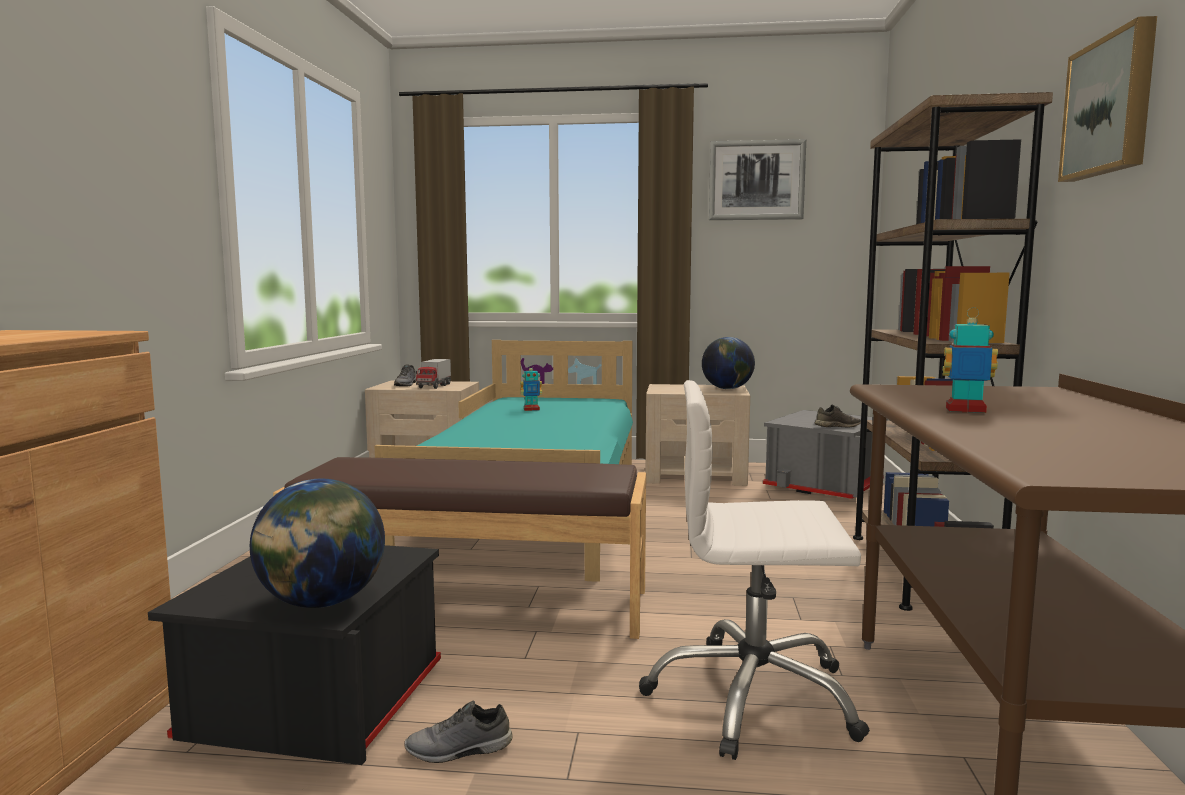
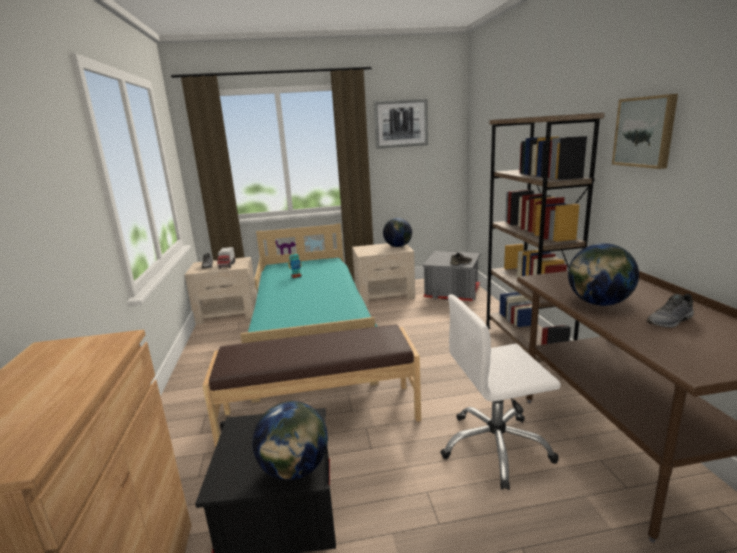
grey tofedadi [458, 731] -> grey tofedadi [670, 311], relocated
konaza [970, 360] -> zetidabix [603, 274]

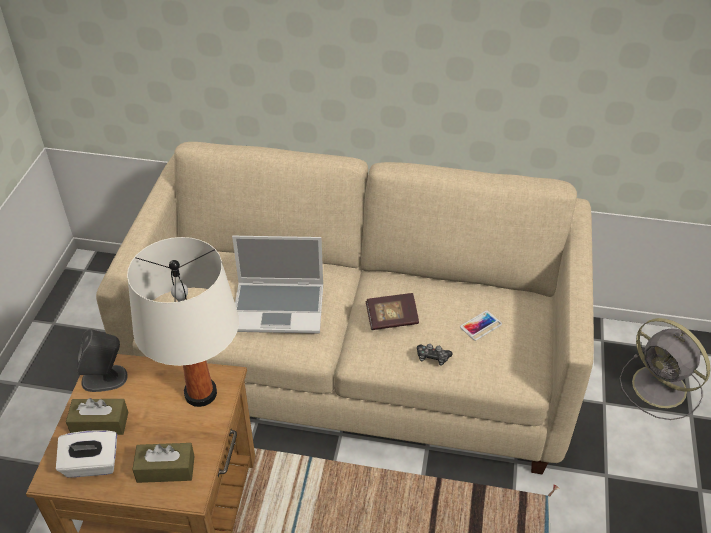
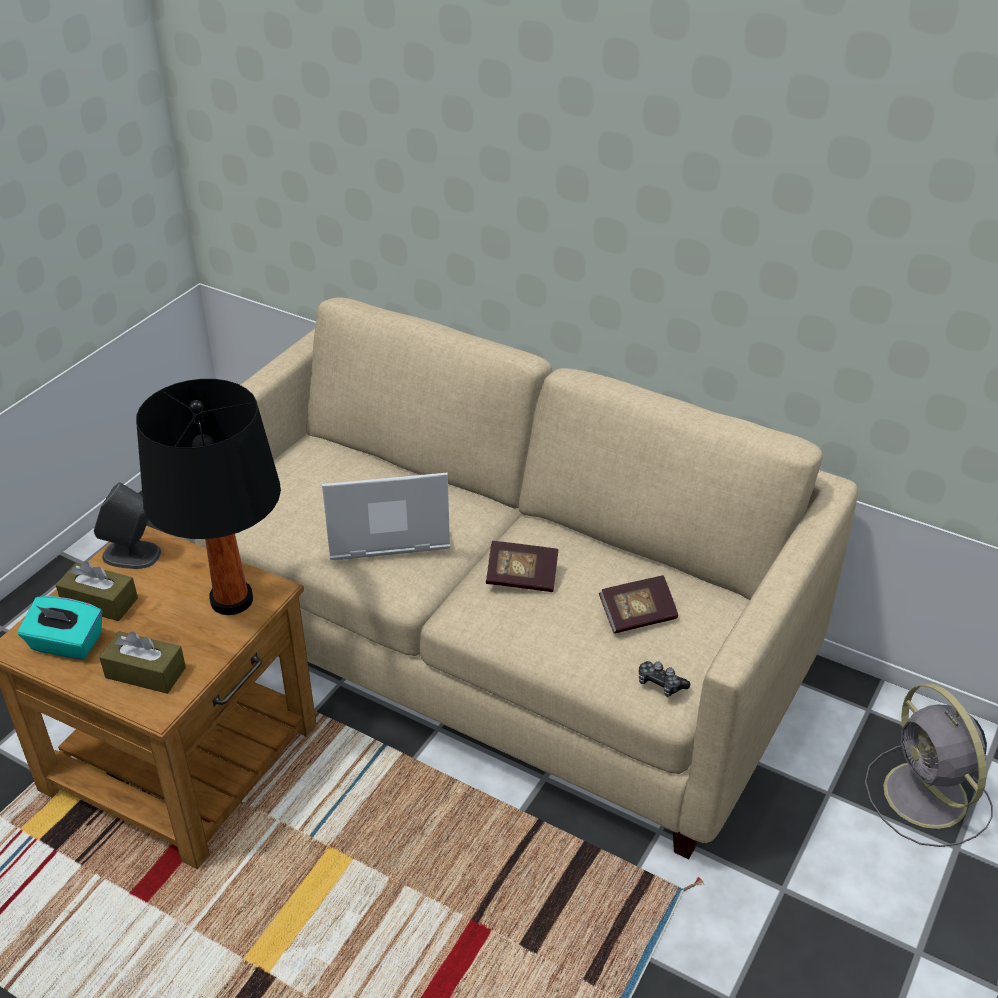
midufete [435, 355] -> midufete [664, 679], relocated
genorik [481, 326] -> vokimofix [638, 604]
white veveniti [86, 453] -> turquoise veveniti [60, 628]
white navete [183, 322] -> black navete [208, 497]
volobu [277, 284] -> volobu [386, 516], 150 degrees clockwise

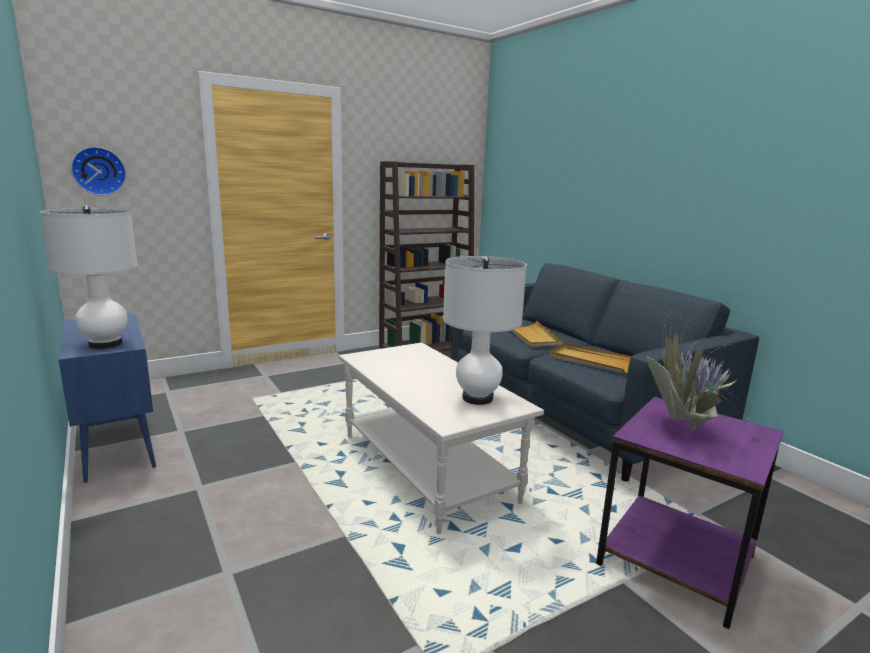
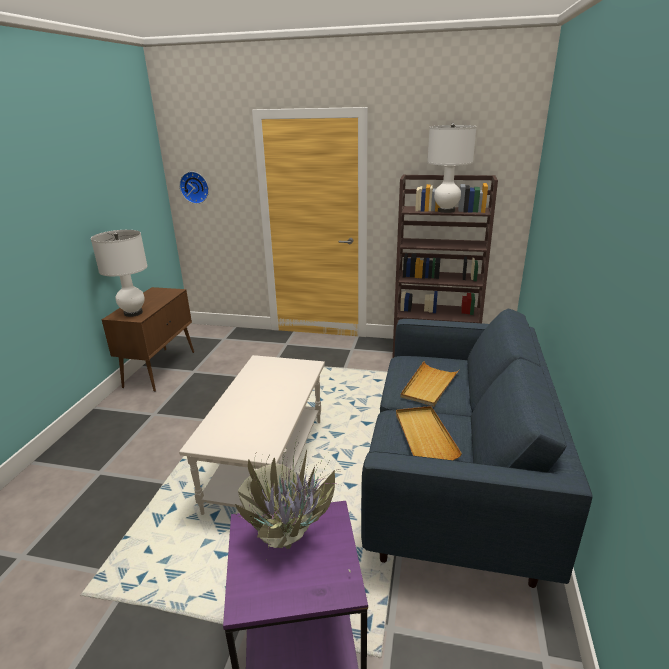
white navete [485, 330] -> white navete [452, 168], relocated
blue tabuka [107, 398] -> brown tabuka [148, 339]

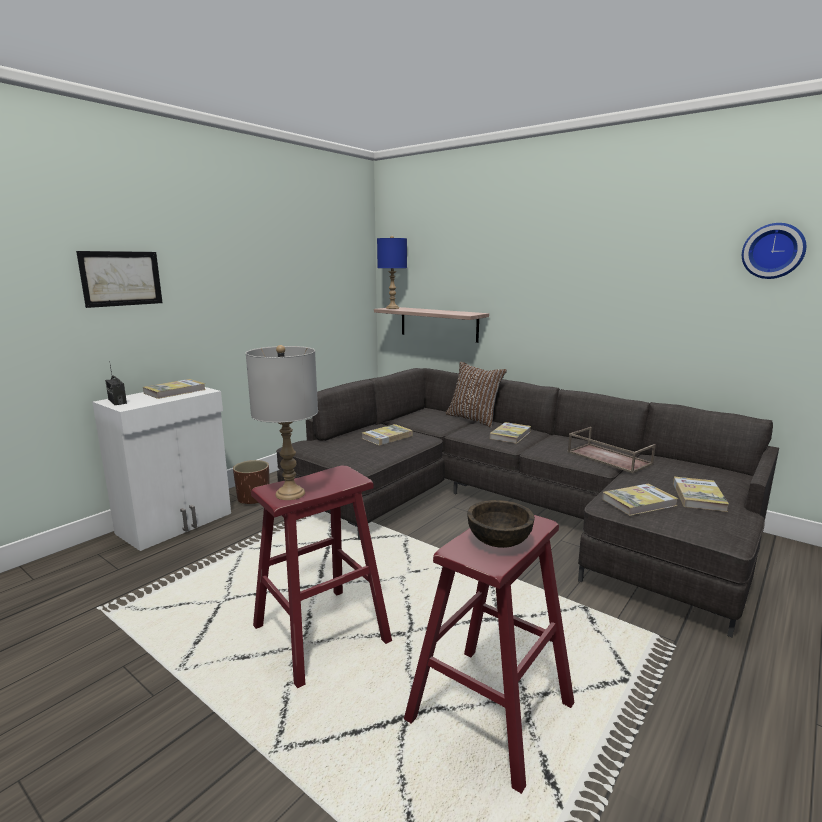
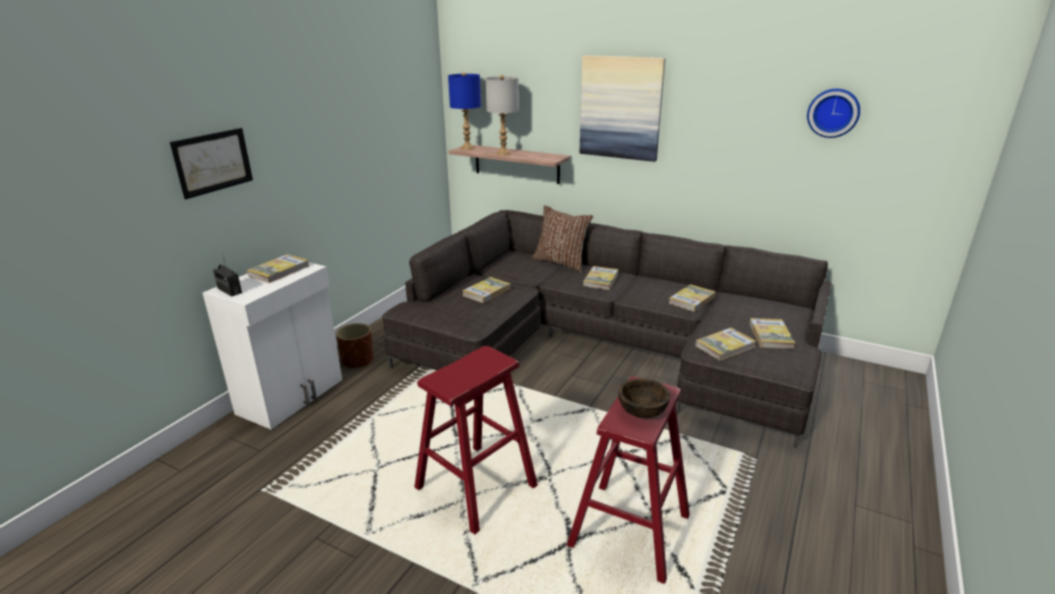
none -> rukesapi [622, 108]
grey navete [282, 422] -> grey navete [502, 115], relocated
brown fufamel [611, 450] -> vokimofix [692, 298]

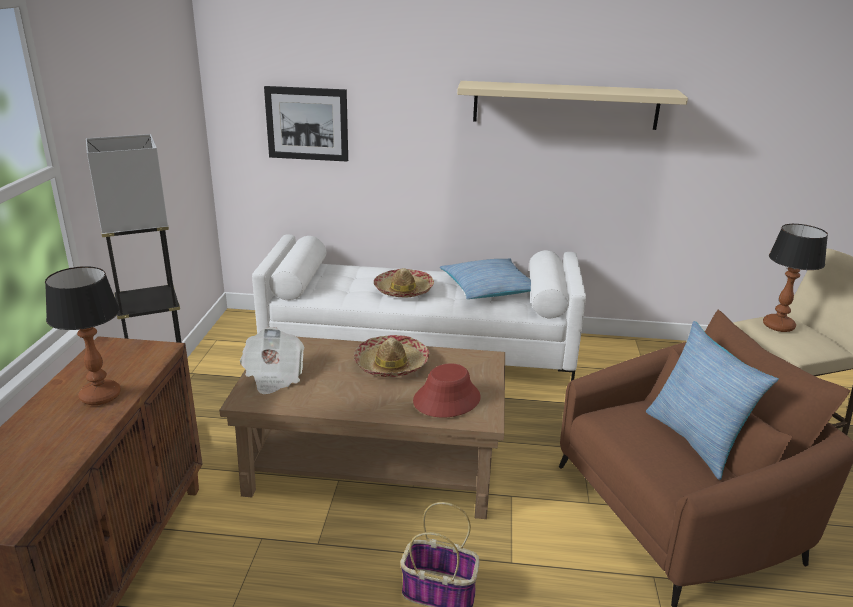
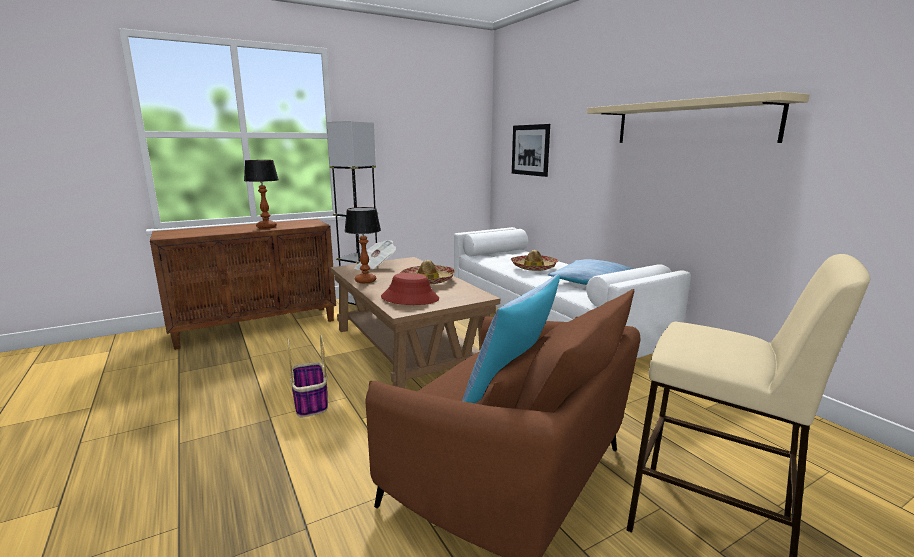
navete [795, 278] -> navete [363, 245], relocated

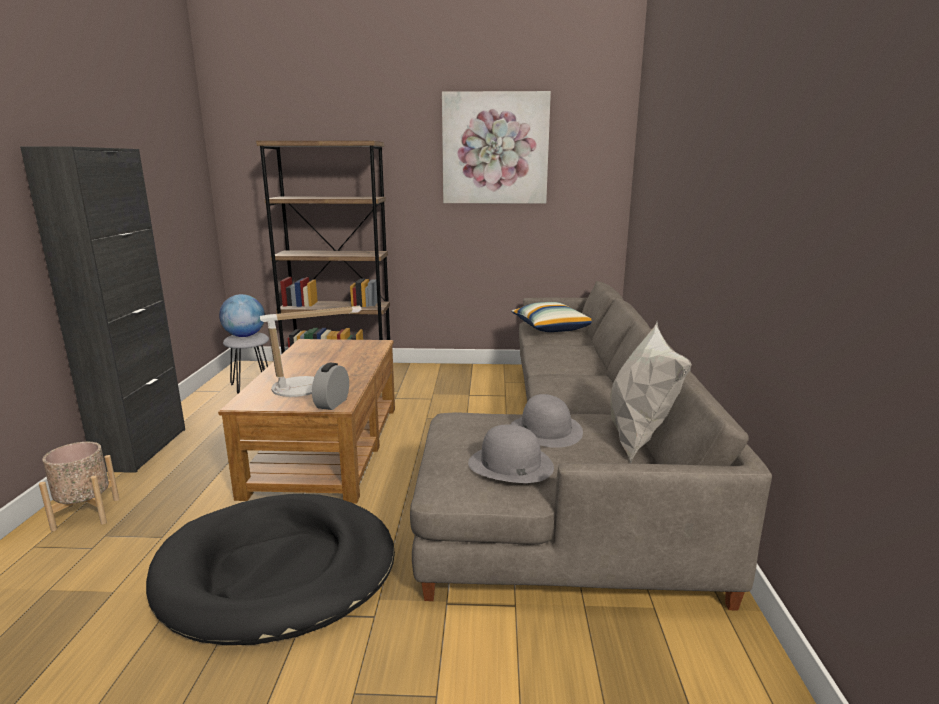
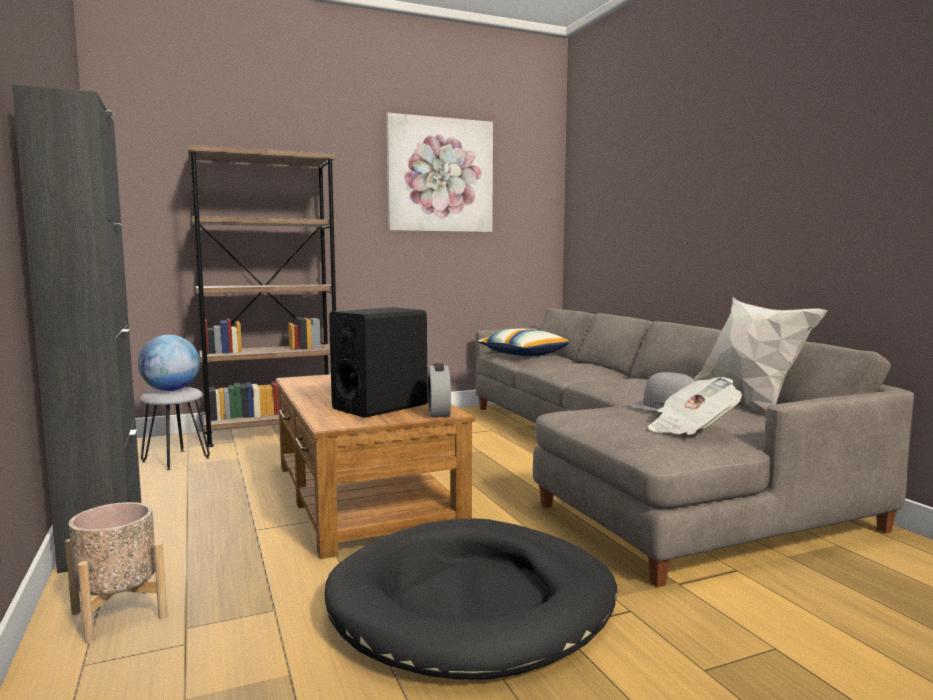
navete [310, 351] -> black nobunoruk [378, 362]
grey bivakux [511, 454] -> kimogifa [695, 406]

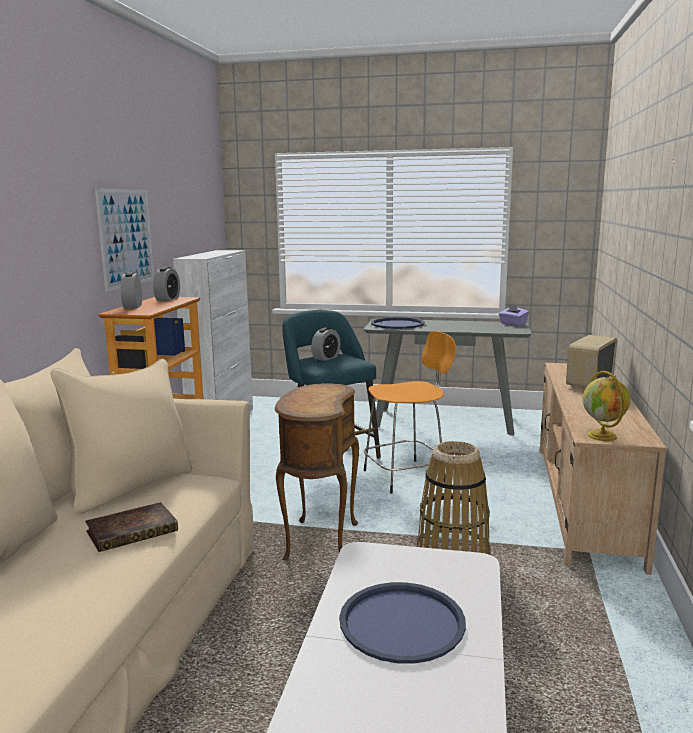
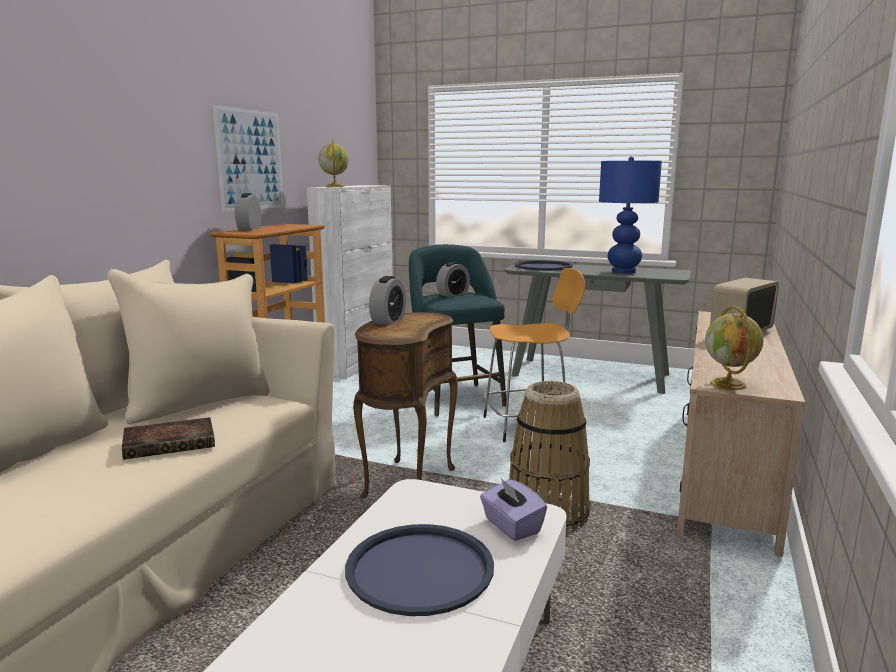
none -> zetidabix [333, 163]
none -> blue navete [630, 215]
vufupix [166, 284] -> vufupix [387, 300], relocated
purple veveniti [514, 315] -> purple veveniti [513, 509], relocated

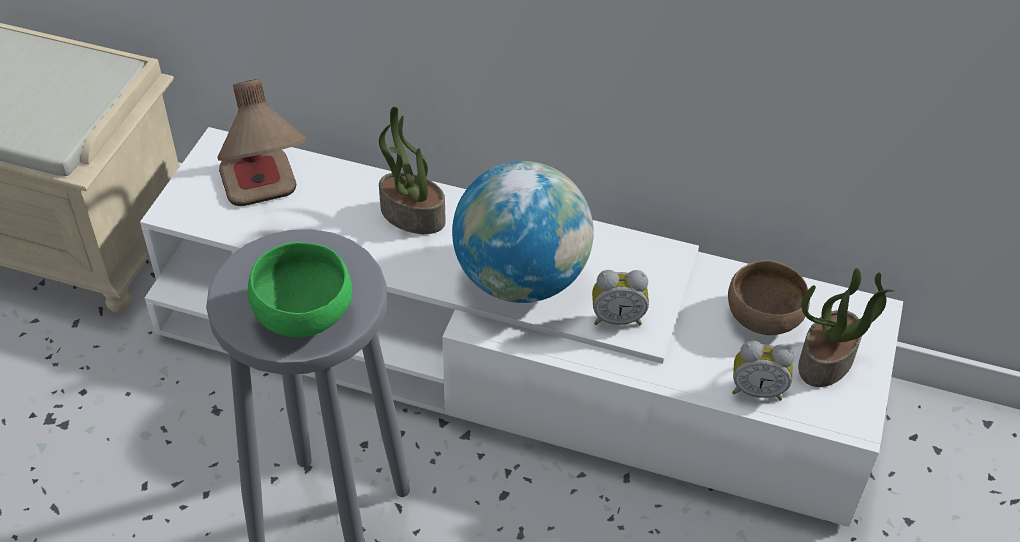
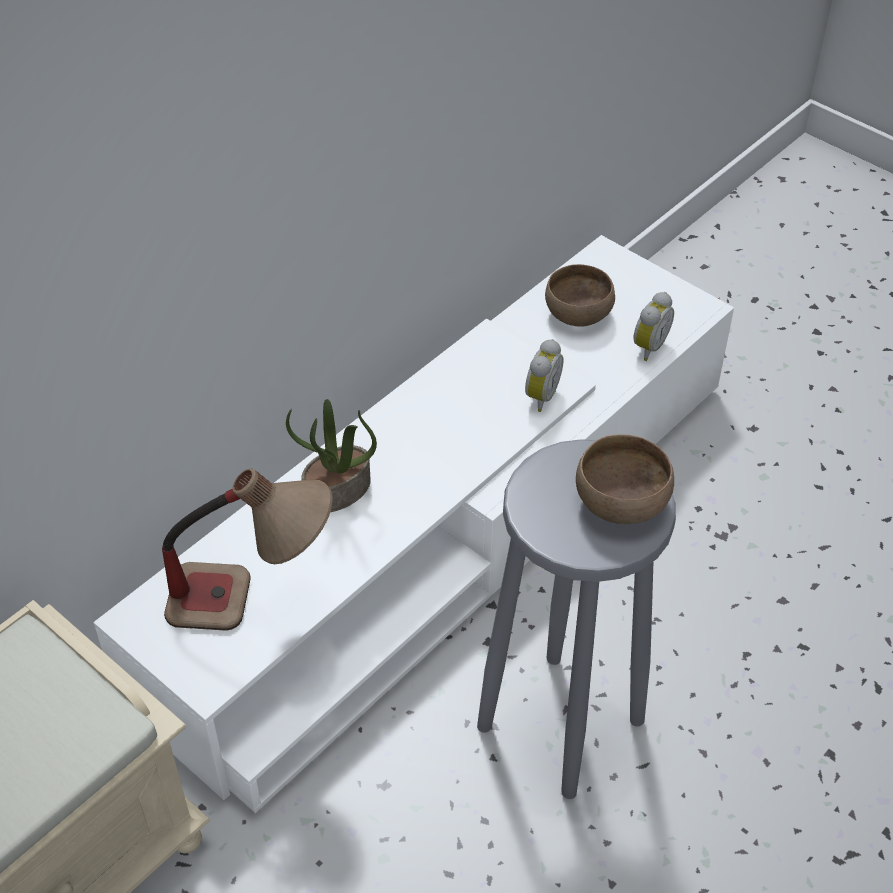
zetidabix [523, 232] -> none
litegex [846, 327] -> none
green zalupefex [300, 290] -> brown zalupefex [625, 479]

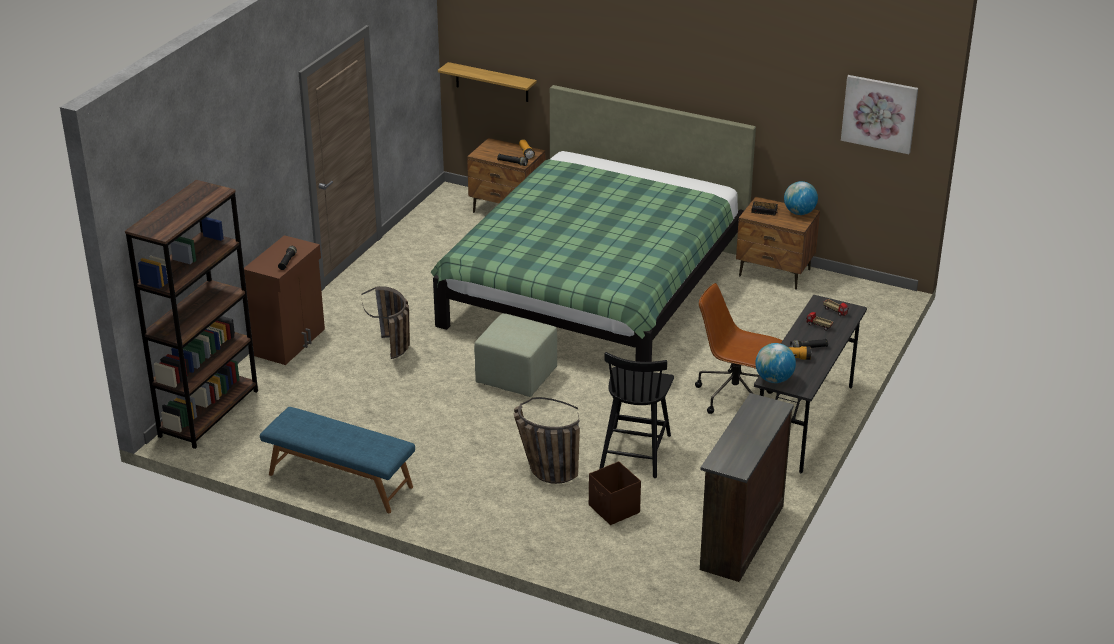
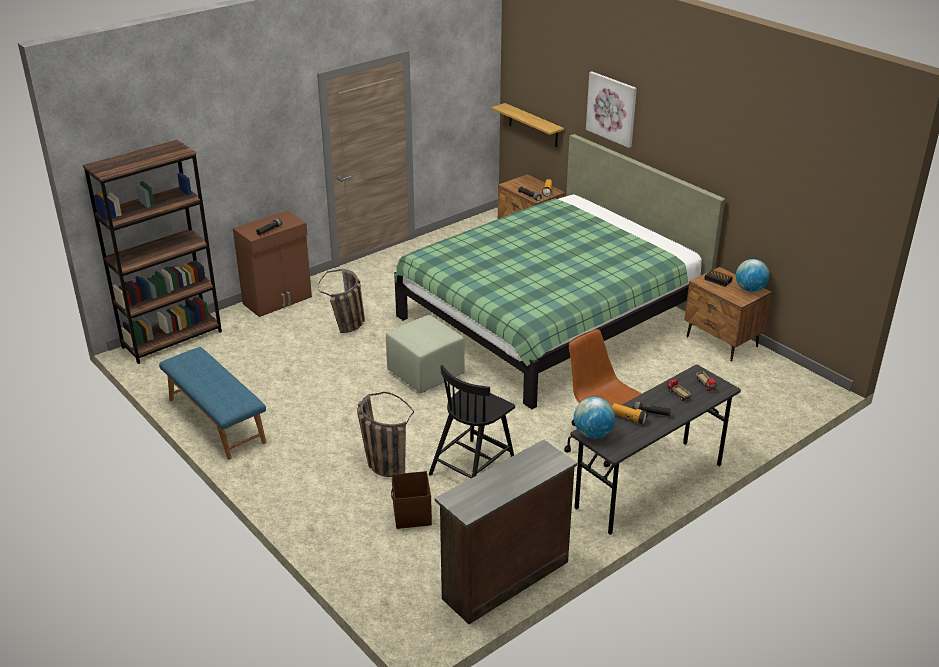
rukesapi [879, 114] -> rukesapi [611, 109], relocated

